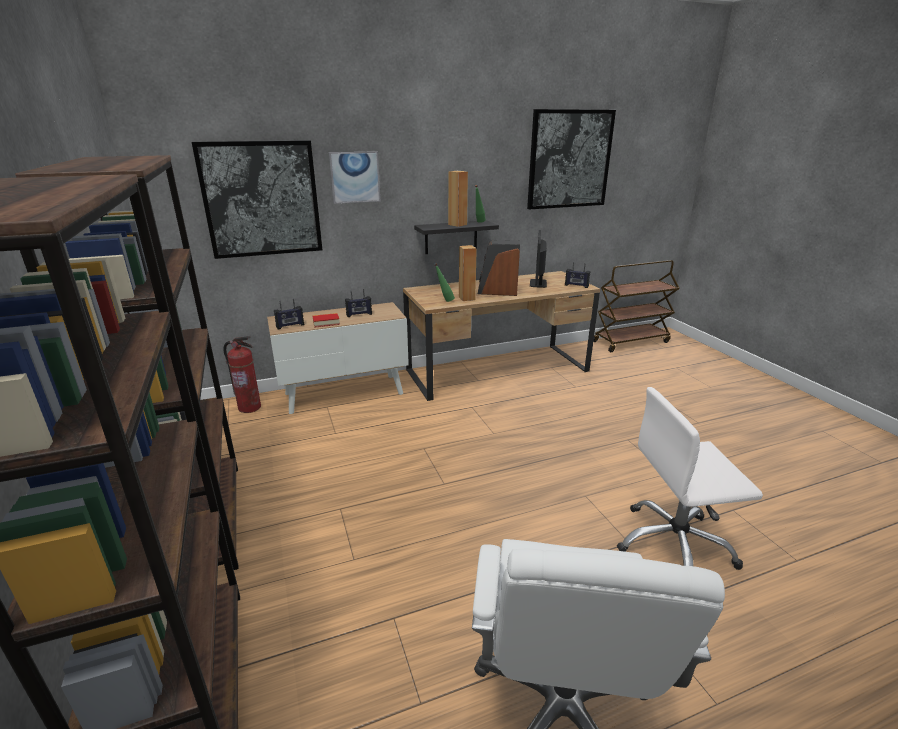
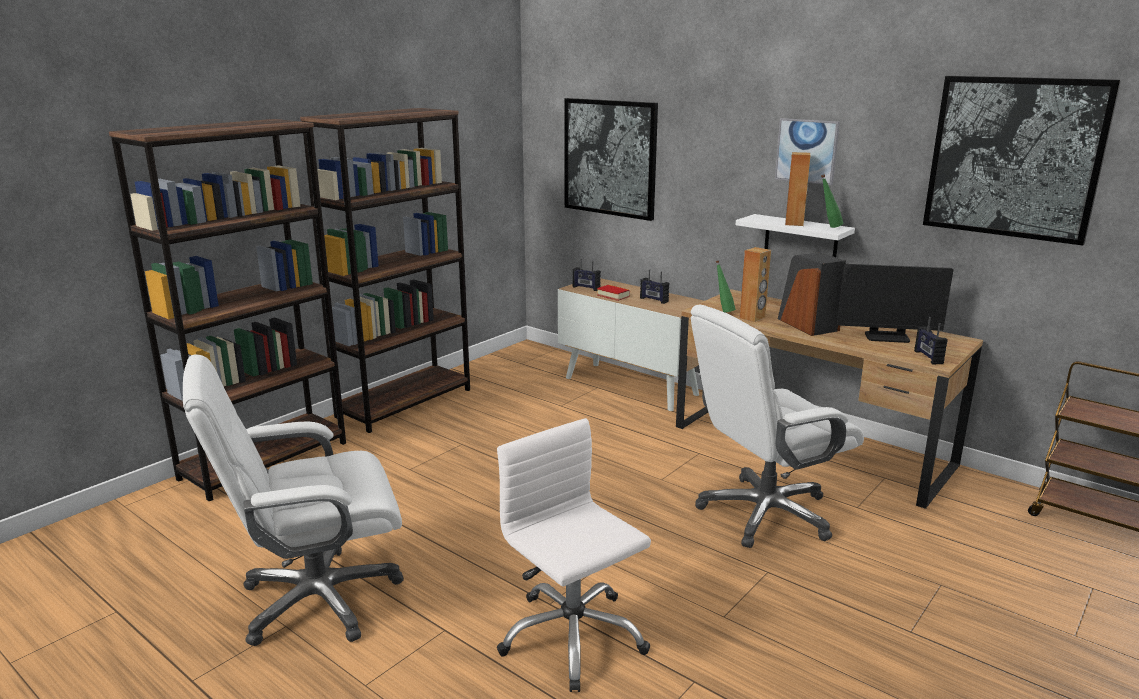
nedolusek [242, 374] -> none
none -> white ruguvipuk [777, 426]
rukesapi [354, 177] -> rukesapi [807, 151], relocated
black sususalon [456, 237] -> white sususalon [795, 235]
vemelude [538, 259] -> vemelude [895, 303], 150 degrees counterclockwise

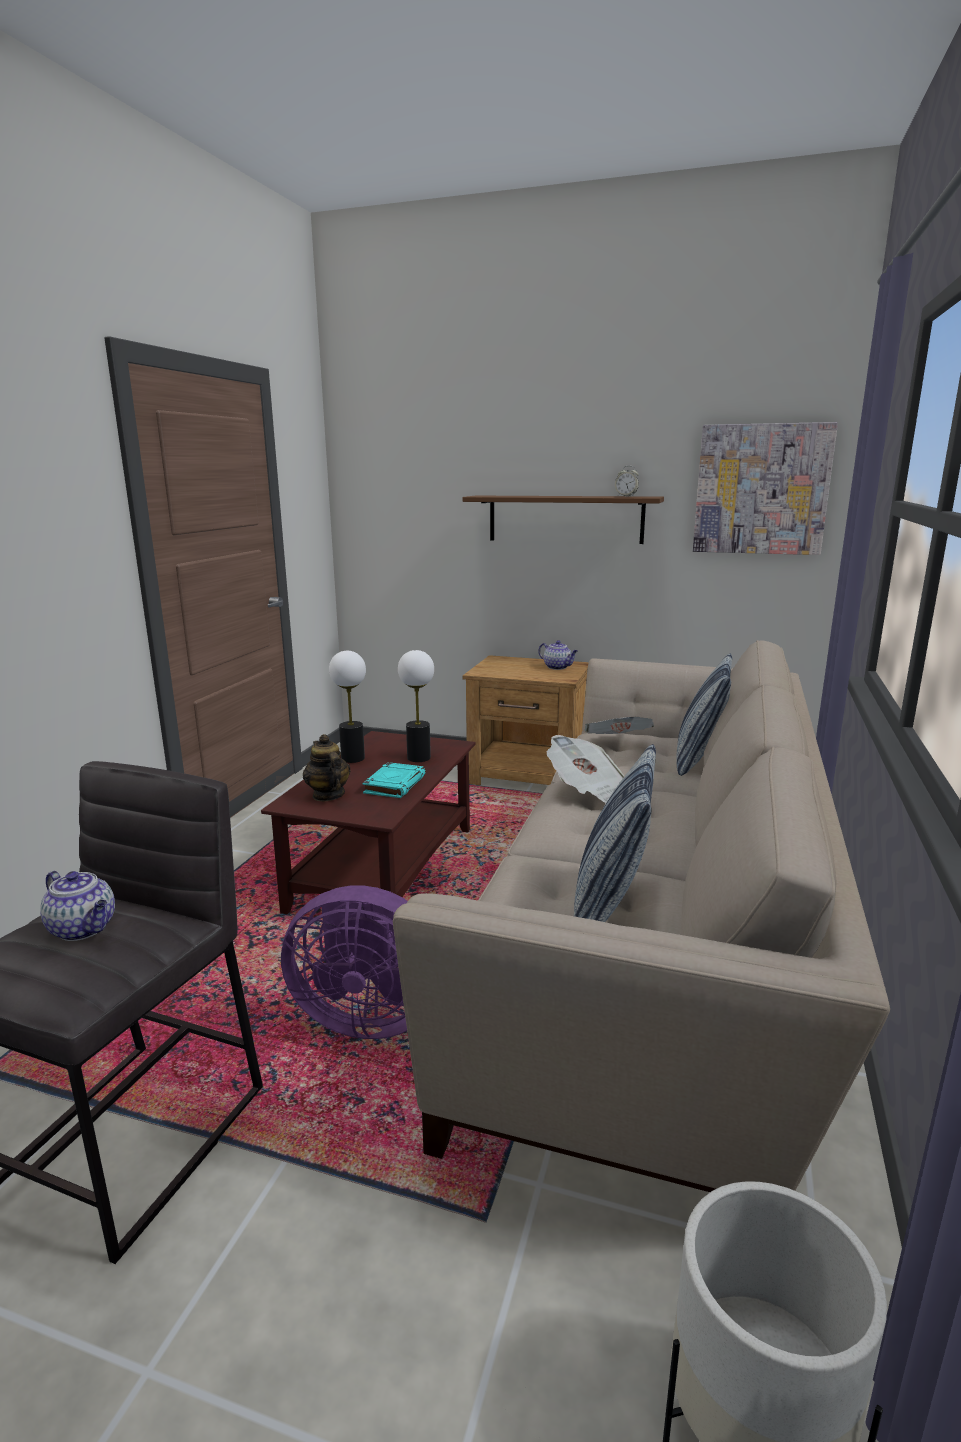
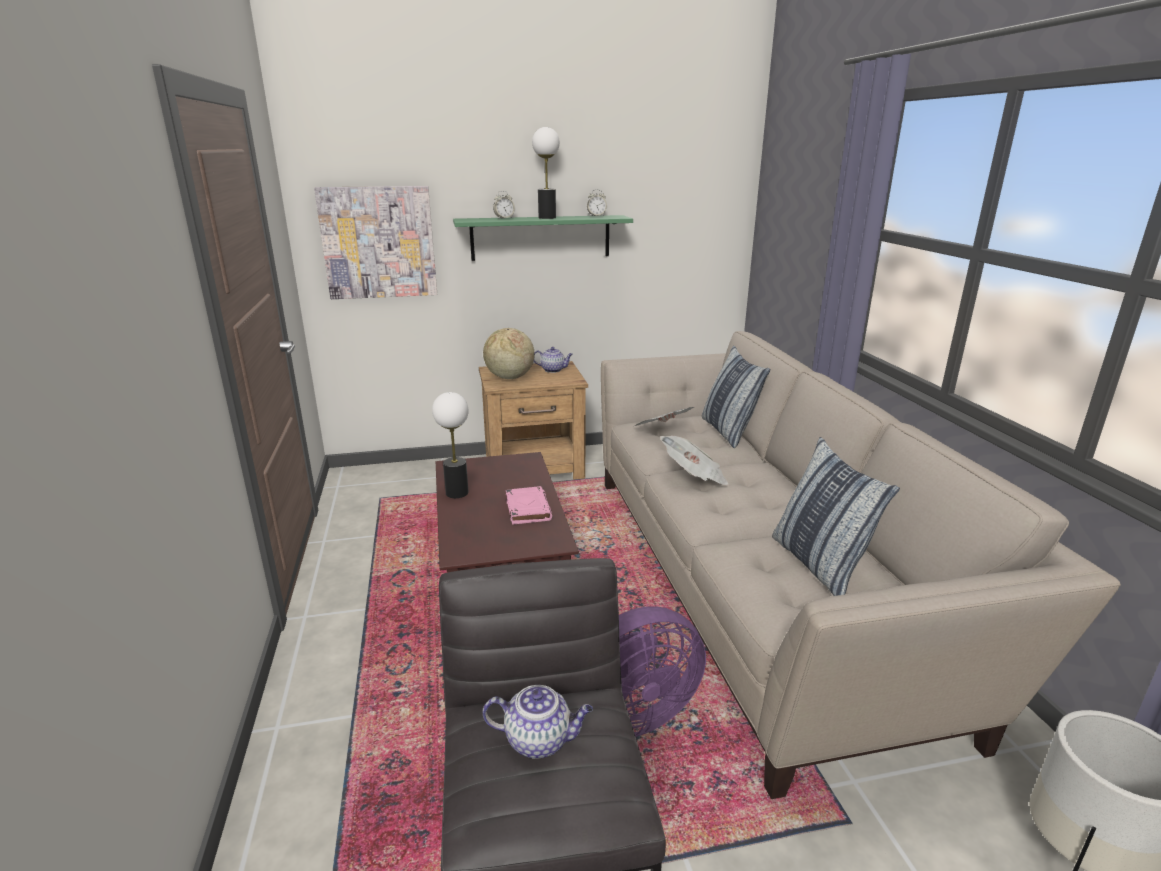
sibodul [327, 767] -> none
none -> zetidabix [509, 353]
none -> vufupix [504, 204]
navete [416, 706] -> navete [546, 173], relocated
rukesapi [765, 488] -> rukesapi [375, 242], relocated
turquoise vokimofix [394, 780] -> pink vokimofix [529, 505]
brown sususalon [563, 520] -> green sususalon [543, 238]

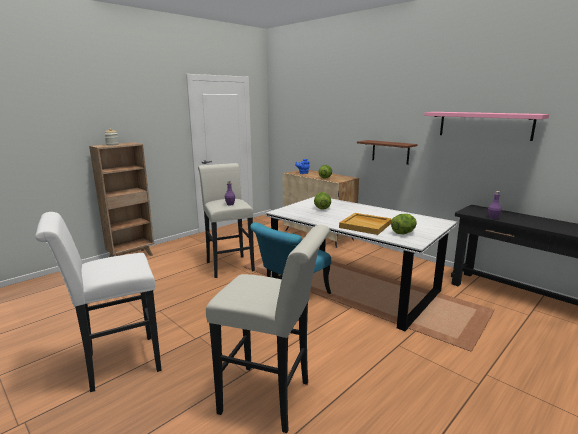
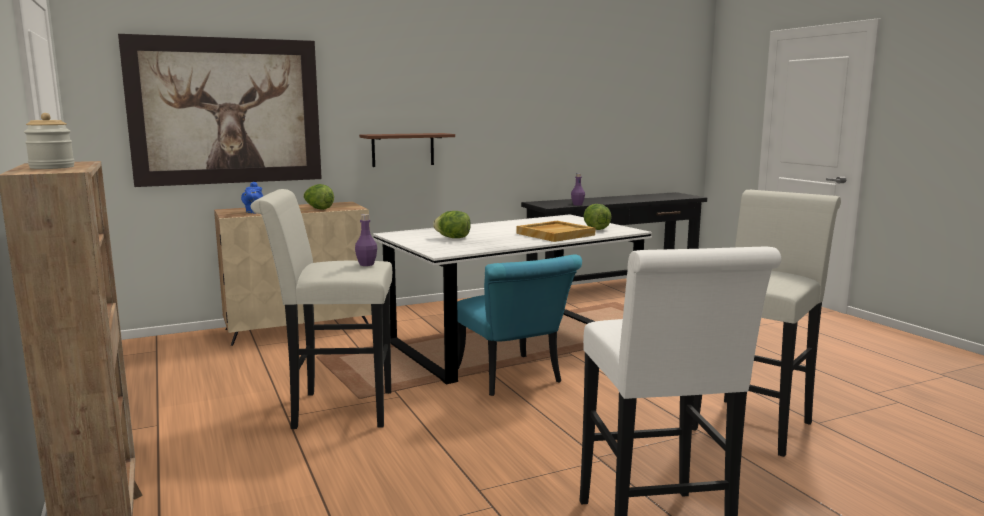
pink sususalon [486, 126] -> none
none -> rukesapi [220, 110]

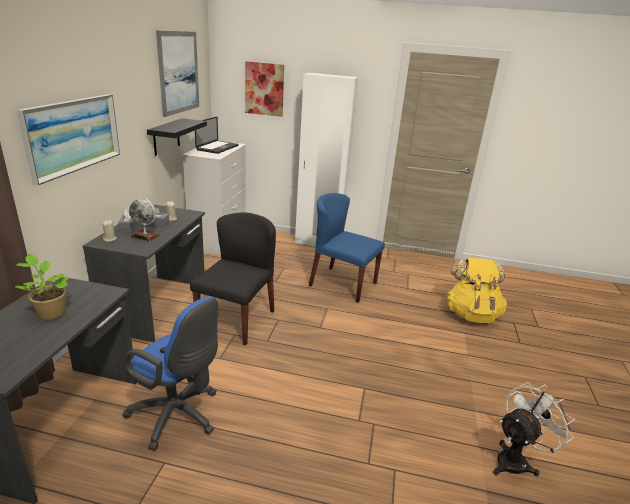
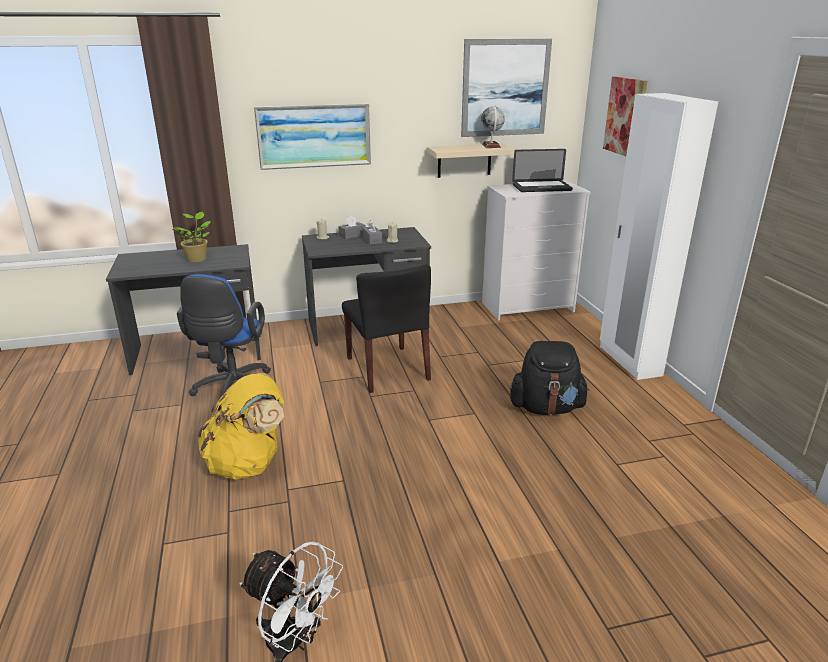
zetidabix [144, 220] -> zetidabix [493, 127], relocated
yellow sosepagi [476, 290] -> yellow sosepagi [241, 426], relocated
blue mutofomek [347, 248] -> black sosepagi [550, 378]
black sususalon [177, 137] -> beige sususalon [471, 160]
black mutofomek [233, 278] -> black mutofomek [386, 328], 75 degrees clockwise

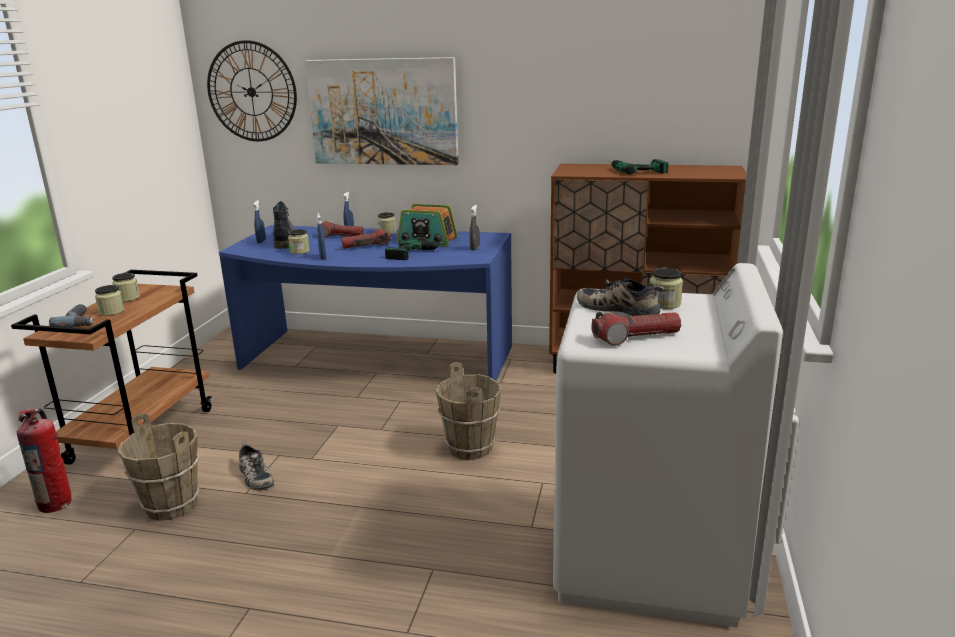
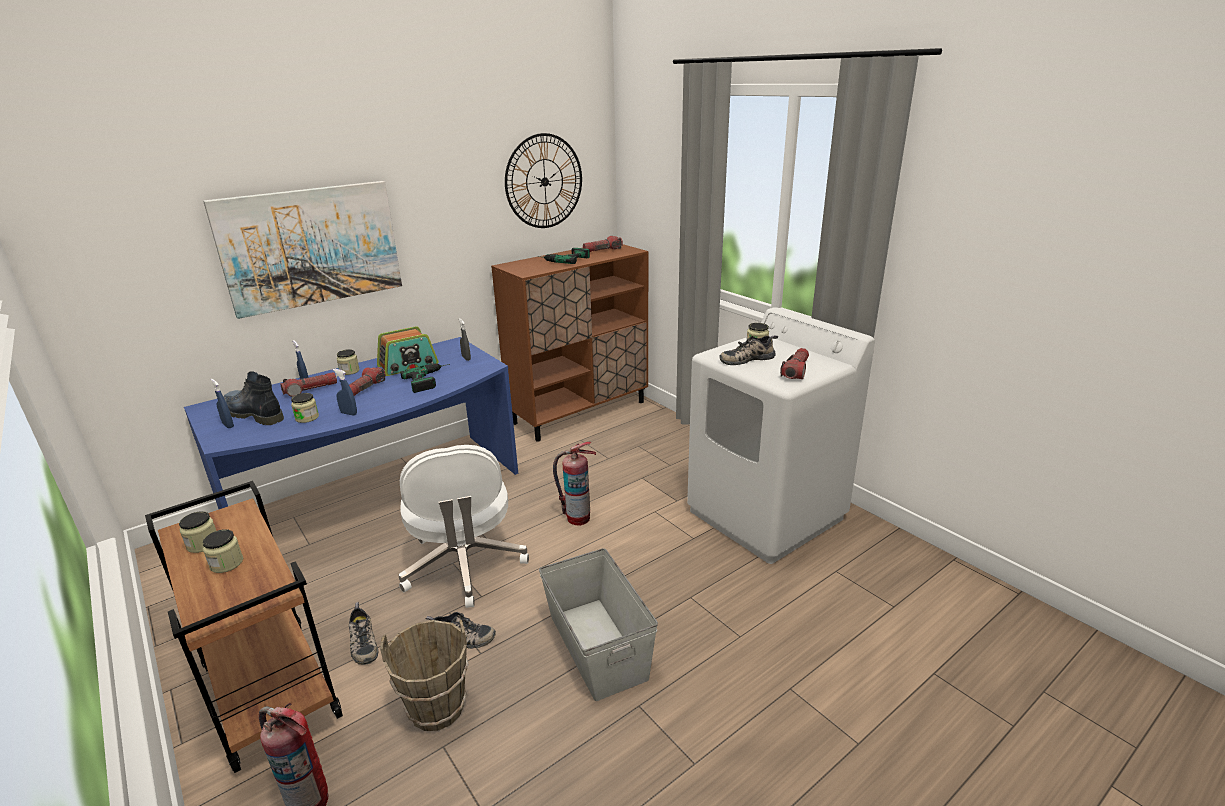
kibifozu [71, 315] -> none
none -> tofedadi [364, 633]
none -> white ruguvipuk [464, 526]
none -> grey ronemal [598, 624]
none -> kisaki [603, 244]
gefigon [252, 90] -> gefigon [543, 180], relocated
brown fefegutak [468, 411] -> nedolusek [574, 484]

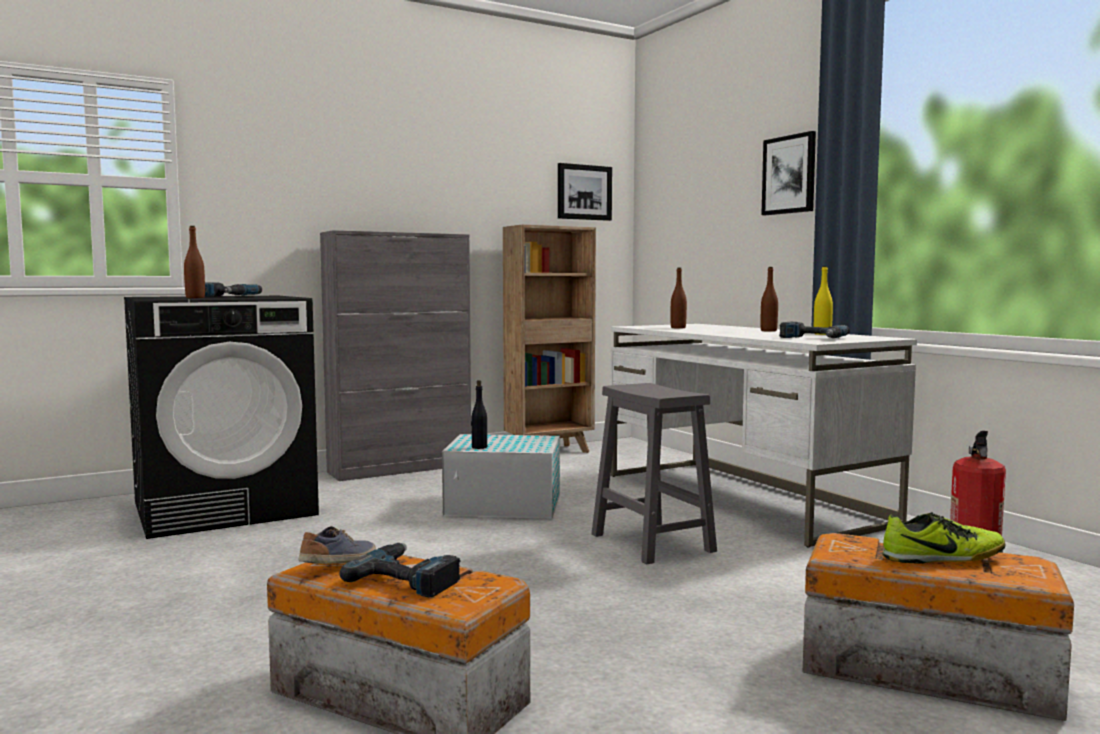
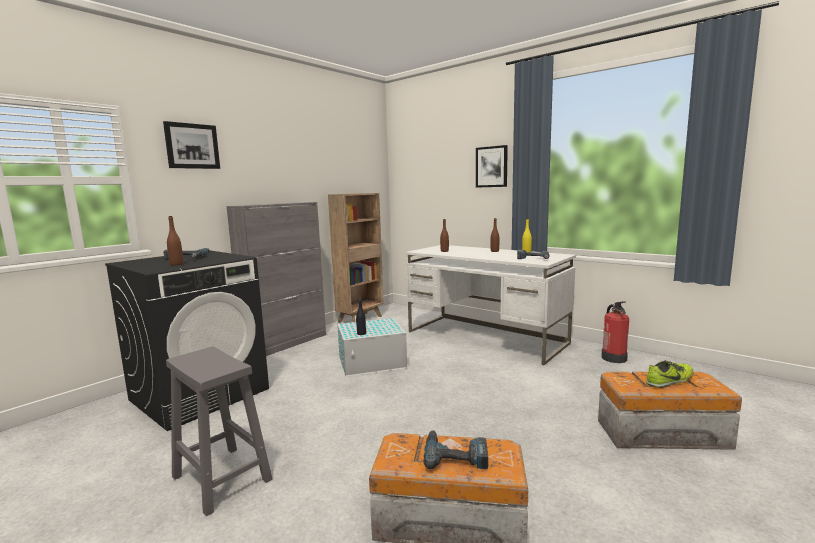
tofedadi [337, 545] -> none
rukesapi [585, 192] -> rukesapi [191, 145], relocated
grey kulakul [654, 473] -> grey kulakul [219, 431], relocated

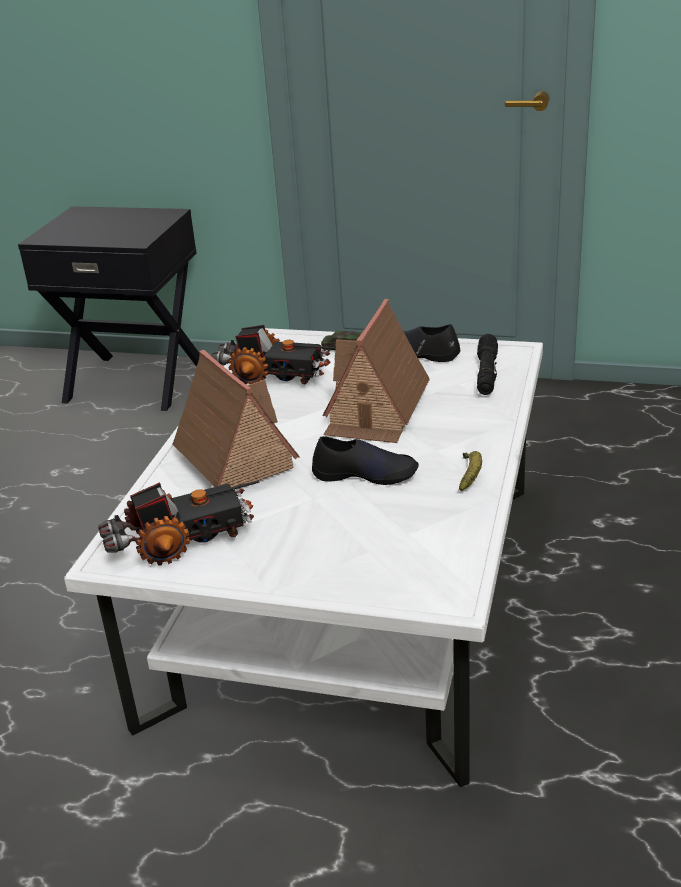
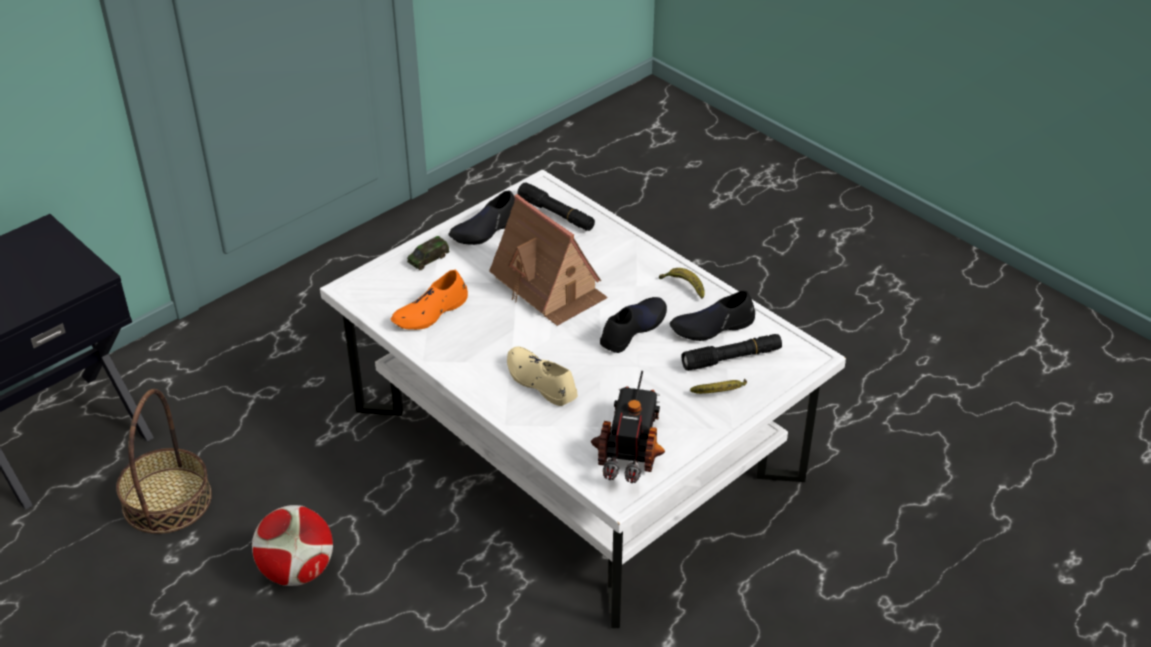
none -> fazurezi [164, 461]
none -> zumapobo [292, 545]
none -> black tofedadi [712, 316]
none -> black kisaki [732, 352]
none -> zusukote [718, 386]
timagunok [236, 419] -> beige tofedadi [542, 376]
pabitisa [274, 355] -> orange tofedadi [429, 300]

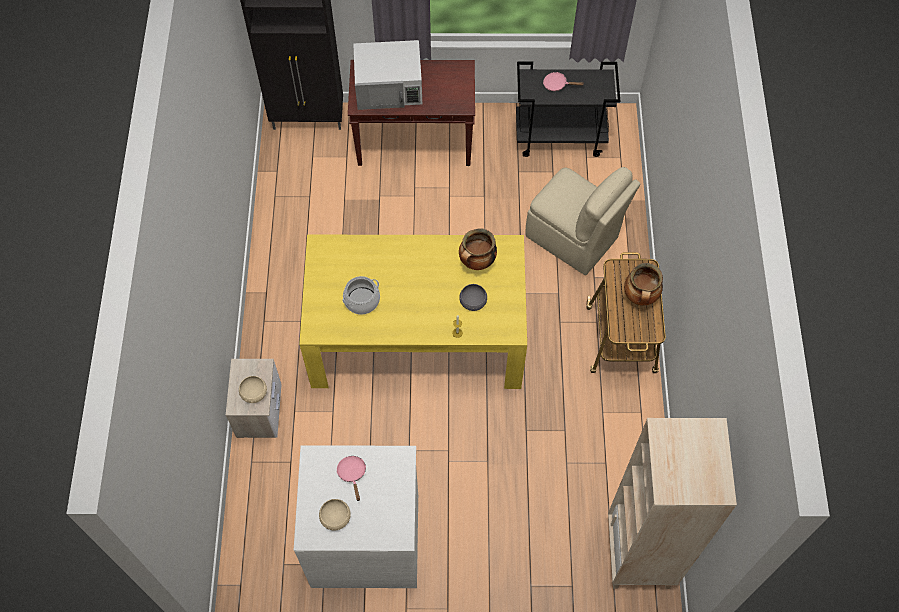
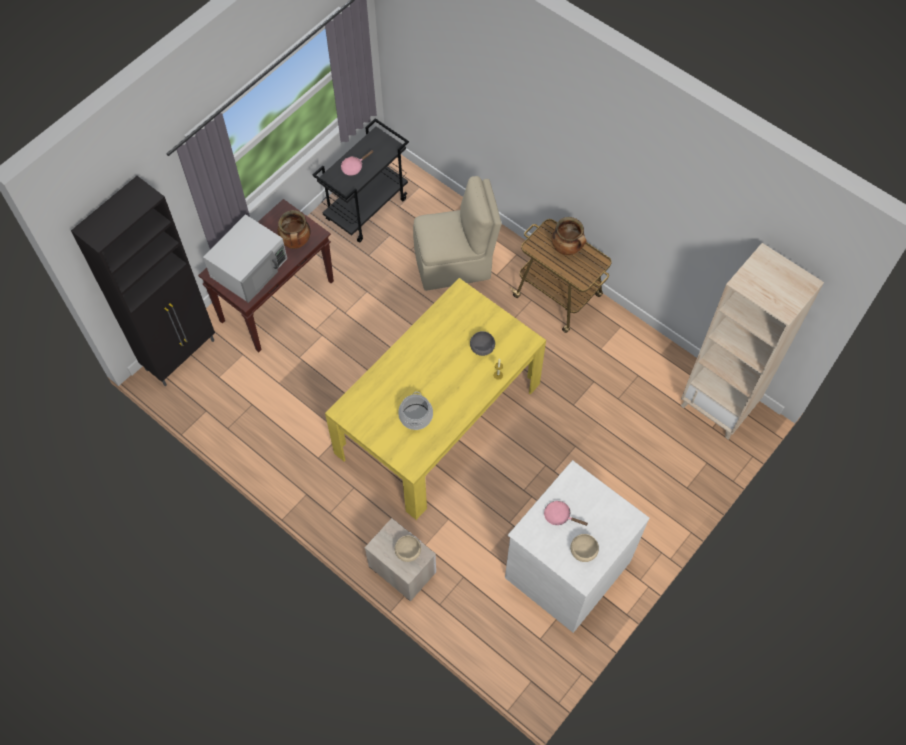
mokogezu [478, 249] -> mokogezu [294, 229], relocated

